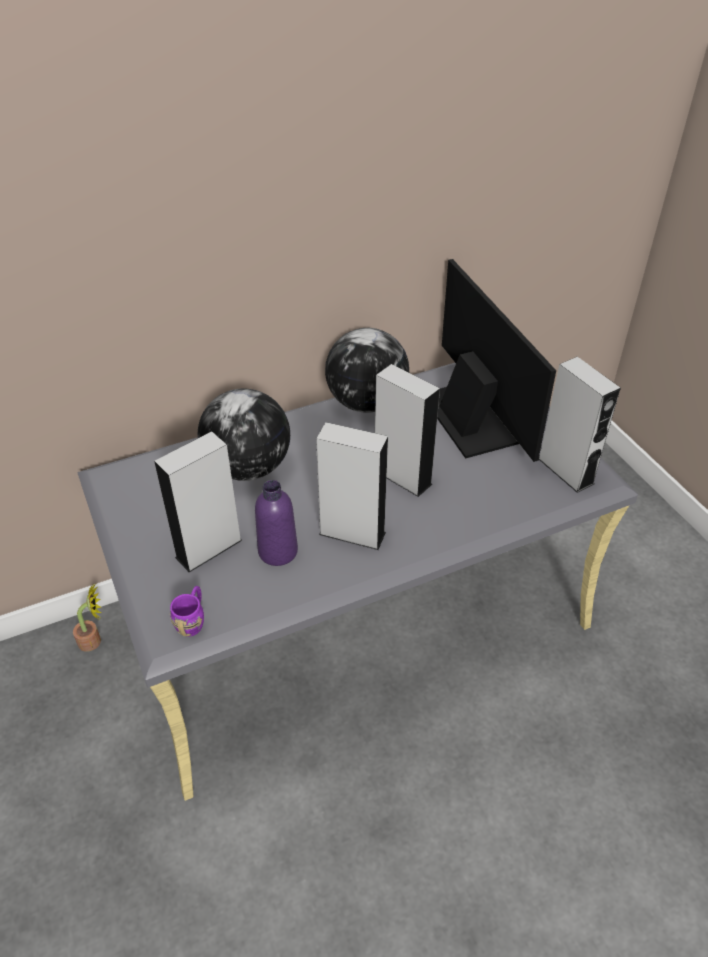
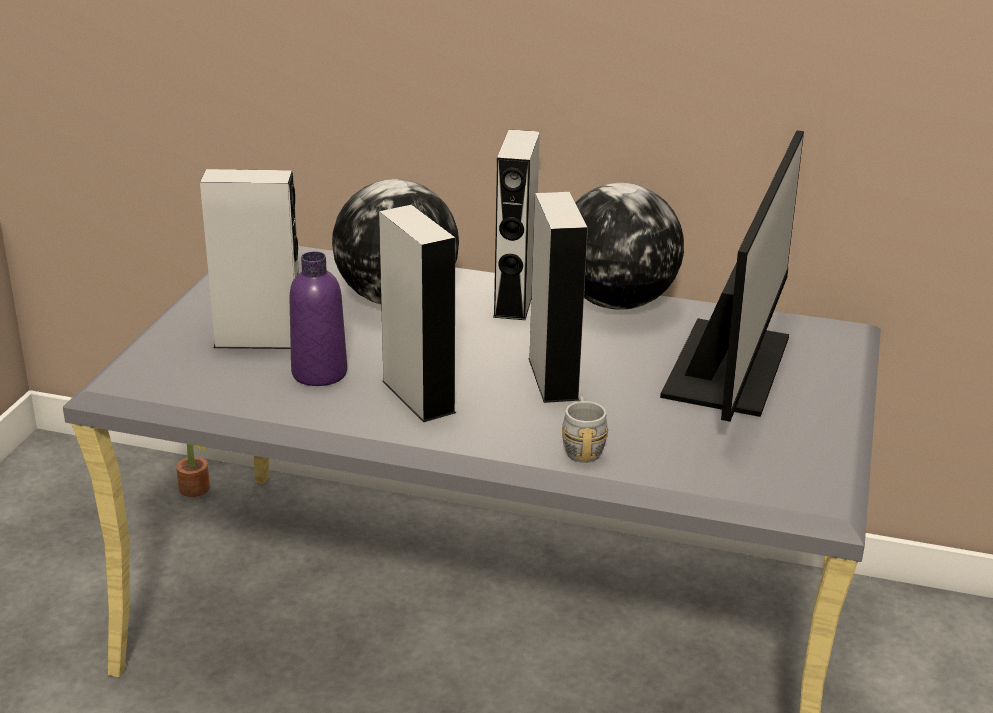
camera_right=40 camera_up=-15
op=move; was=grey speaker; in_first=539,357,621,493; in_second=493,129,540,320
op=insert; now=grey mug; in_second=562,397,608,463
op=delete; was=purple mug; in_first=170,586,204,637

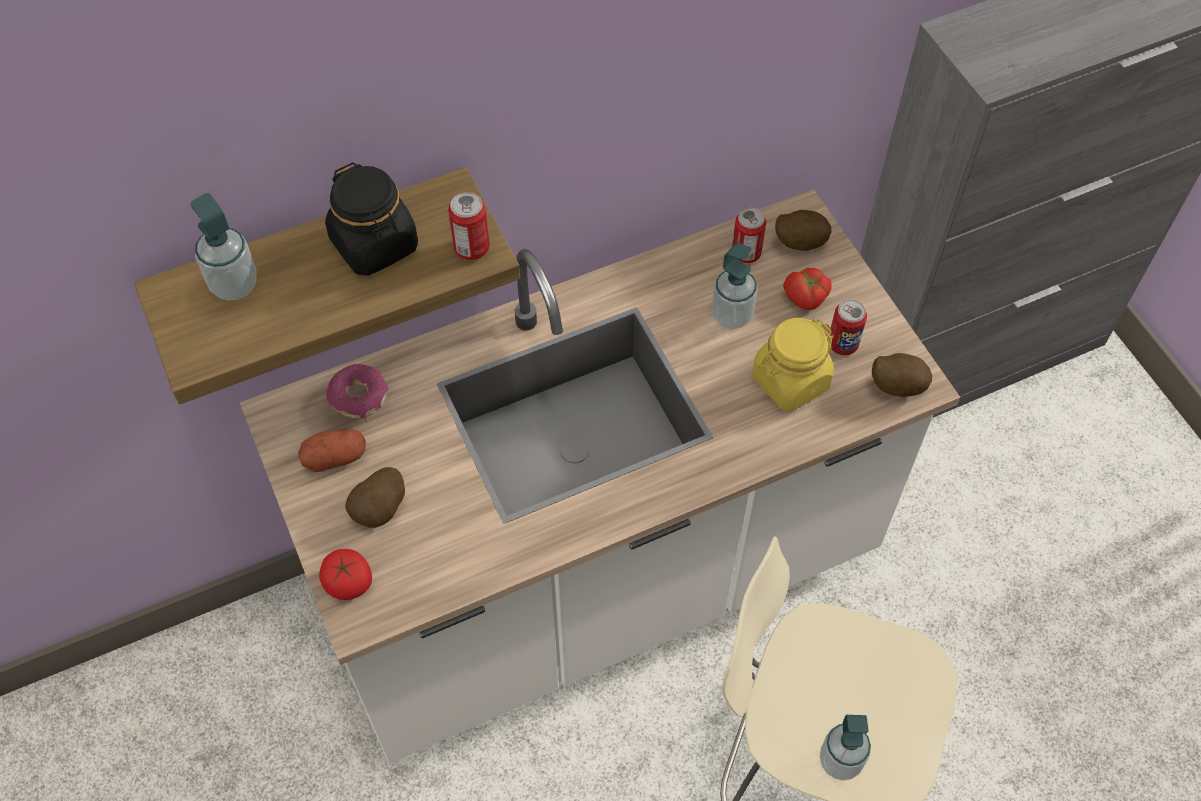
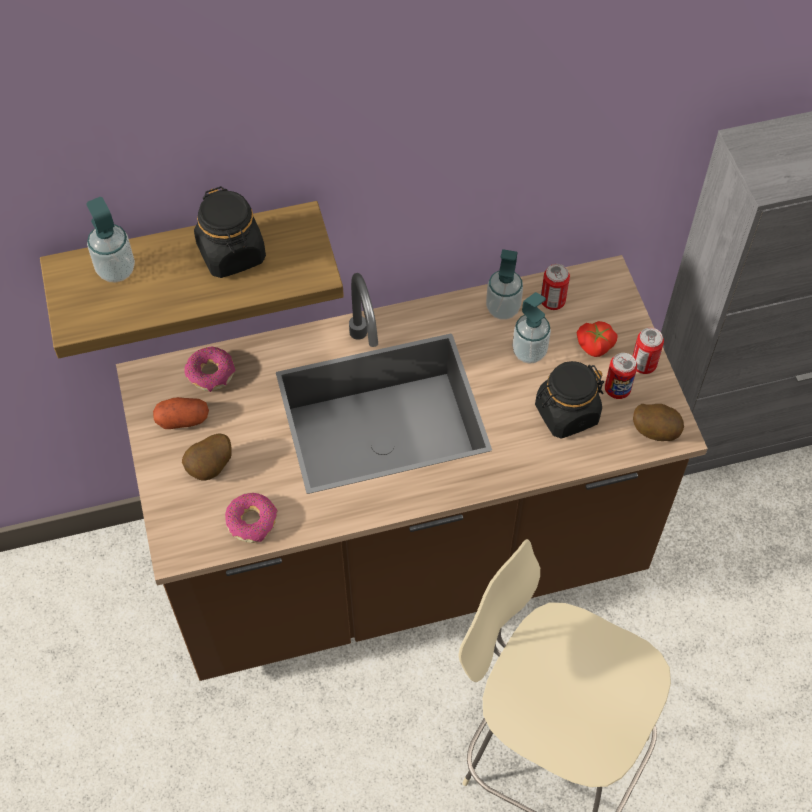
camera_right=10 camera_up=0
op=recolor; was=white counter; now=brown counter; in_first=240,189,960,764; in_second=116,255,708,681
op=insert; now=donut; in_second=225,493,278,543
op=move; was=soap dispenser; in_first=820,715,871,781; in_second=486,249,523,320
op=recolor; was=yellow jar; now=black jar; in_first=752,318,834,411; in_second=535,361,604,438
op=move; was=can; in_first=448,192,490,260; in_second=633,328,664,374
op=delete; was=tomato; in_first=319,549,372,600
op=delete; was=potato; in_first=775,210,831,251

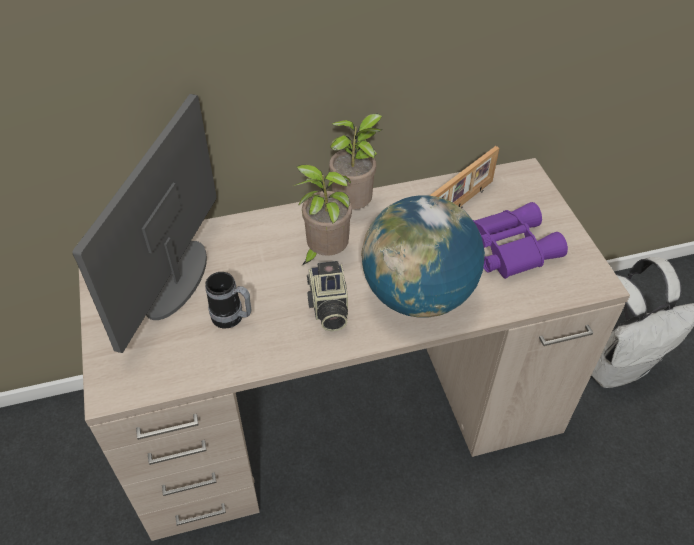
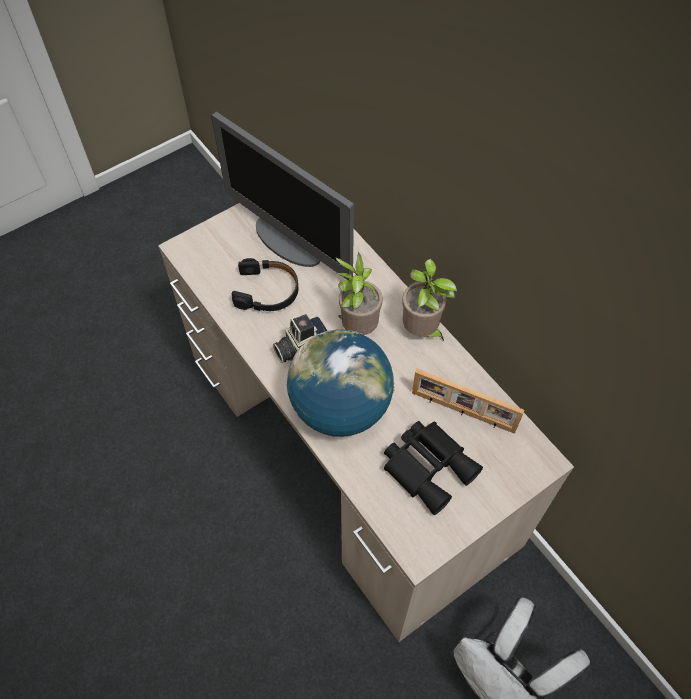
camera_right=70 camera_up=10
op=rotate; was=monitor; in_first=73,94,217,353; in_second=211,112,354,280; clockwise=-135
op=replace; was=mug; now=black headphones; in_first=205,272,252,329; in_second=232,258,298,311
op=recolor; was=purple binoculars; now=black binoculars; in_first=473,202,568,279; in_second=384,421,483,515

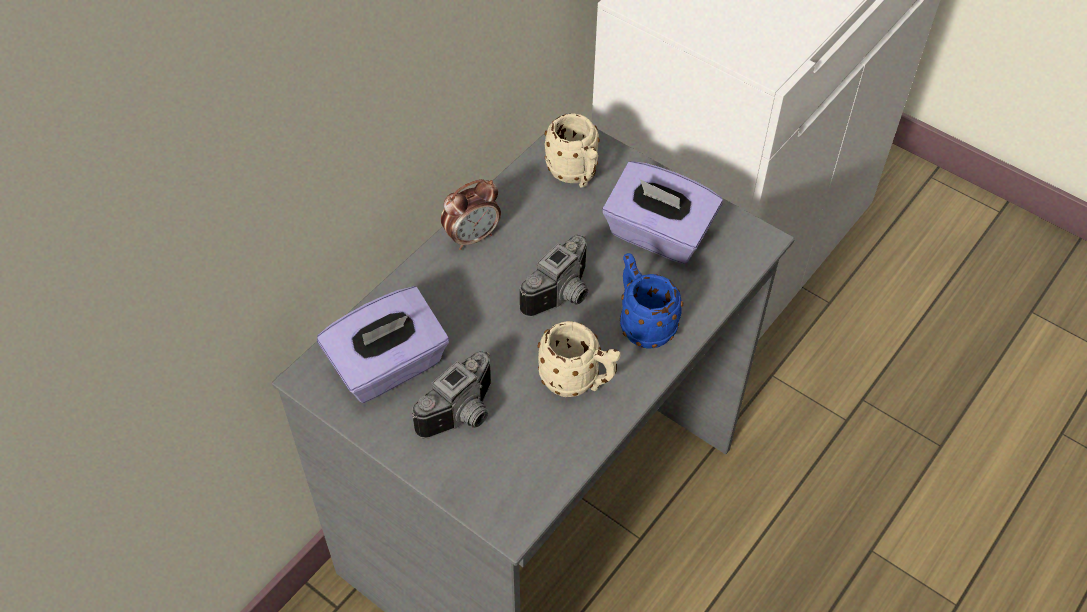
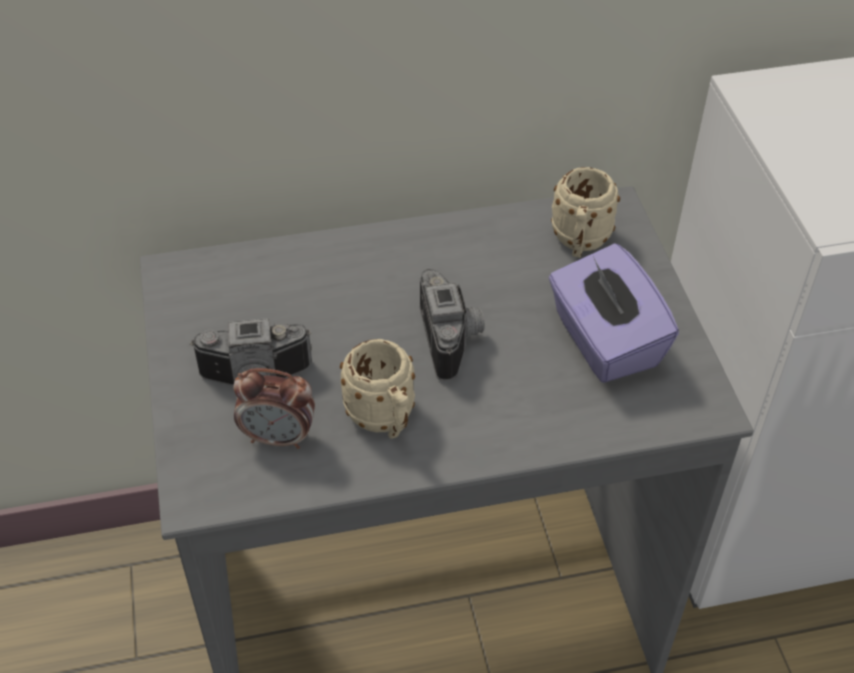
camera_right=40 camera_up=-5
op=move; was=alarm clock; in_first=441,179,501,250; in_second=233,368,315,449
op=rotate; was=photo camera; in_first=520,235,588,317; in_second=419,269,485,381; clockwise=-90
op=delete; was=purple tissue box; in_first=317,286,449,403
op=delete; was=blue mug; in_first=620,253,683,349

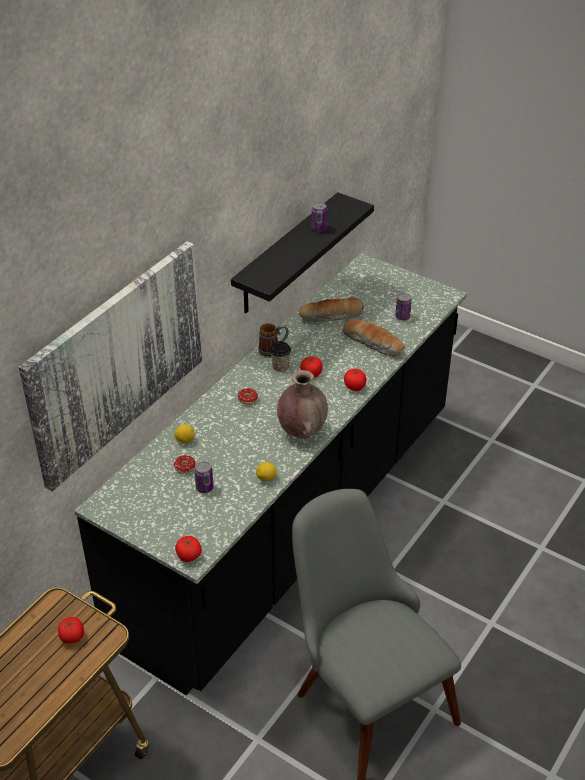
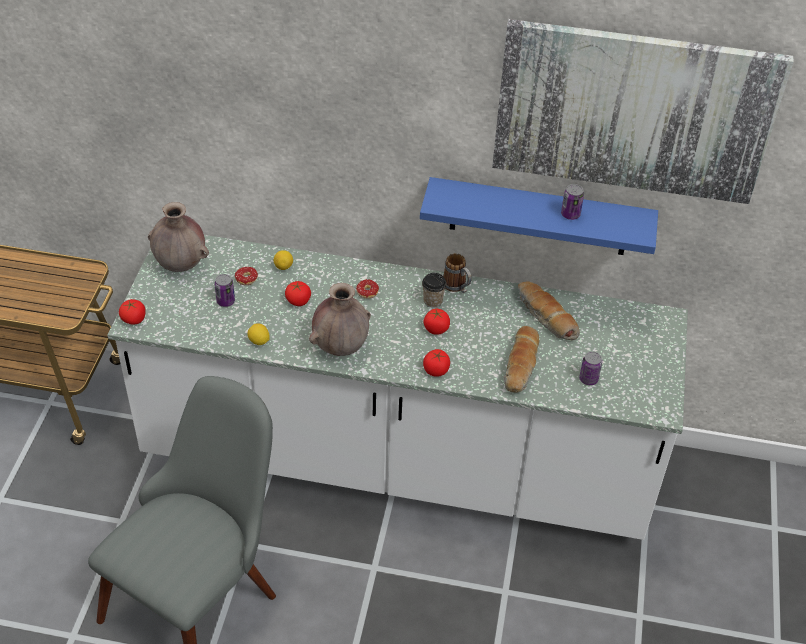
camera_right=65 camera_up=5
op=recolor; was=black counter; now=white counter; in_first=74,253,467,695; in_second=107,235,688,540
op=insert; now=brown vase; in_second=148,202,209,272
op=move; was=tomato; in_first=58,617,84,644; in_second=285,281,311,306
op=recolor; was=black shelf; now=blue shelf; in_first=231,192,374,313; in_second=420,177,658,255
op=move; was=picture; in_first=19,241,202,492; in_second=492,19,794,204

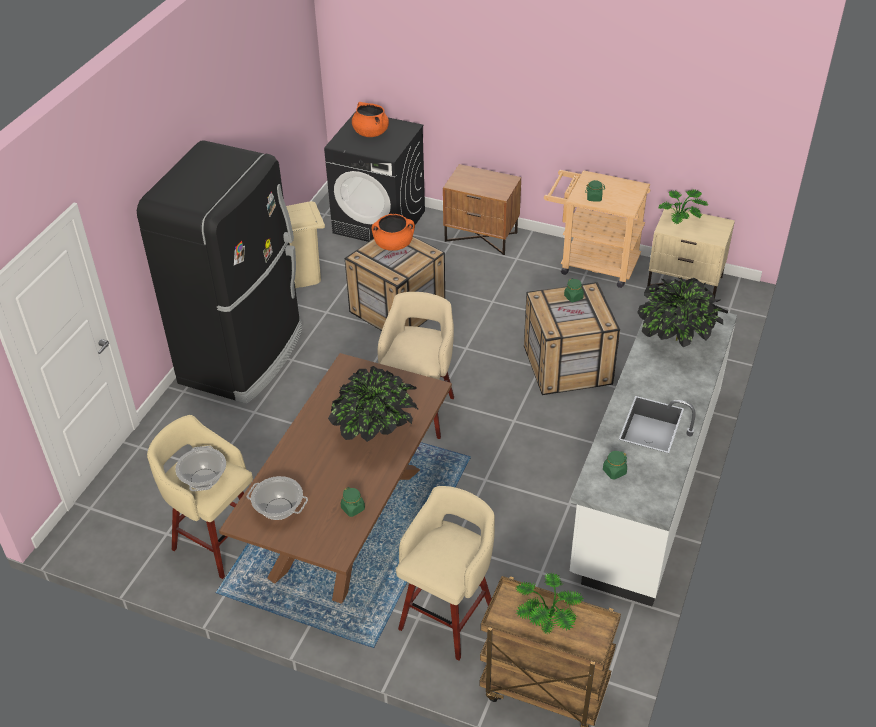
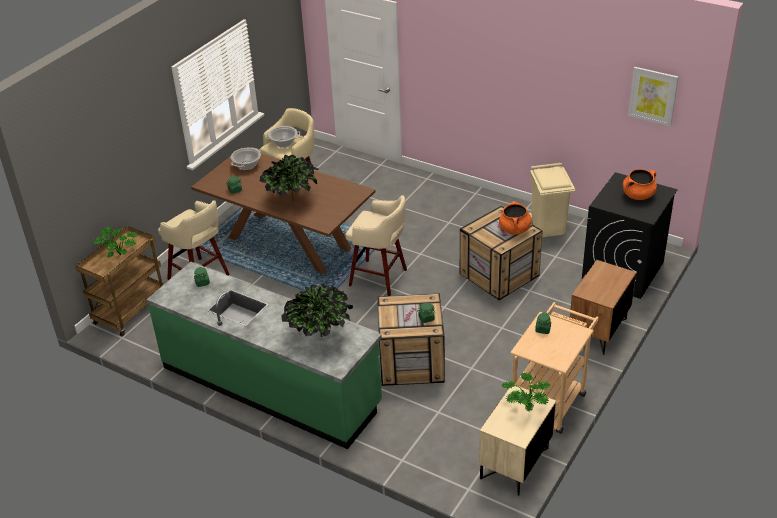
camera_right=100 camera_up=-5
op=recolor; was=white counter; now=green counter; in_first=570,311,737,606; in_second=146,262,382,449
op=insert; now=picture; in_second=628,67,679,126
op=delete; was=black fridge; in_first=137,141,302,404

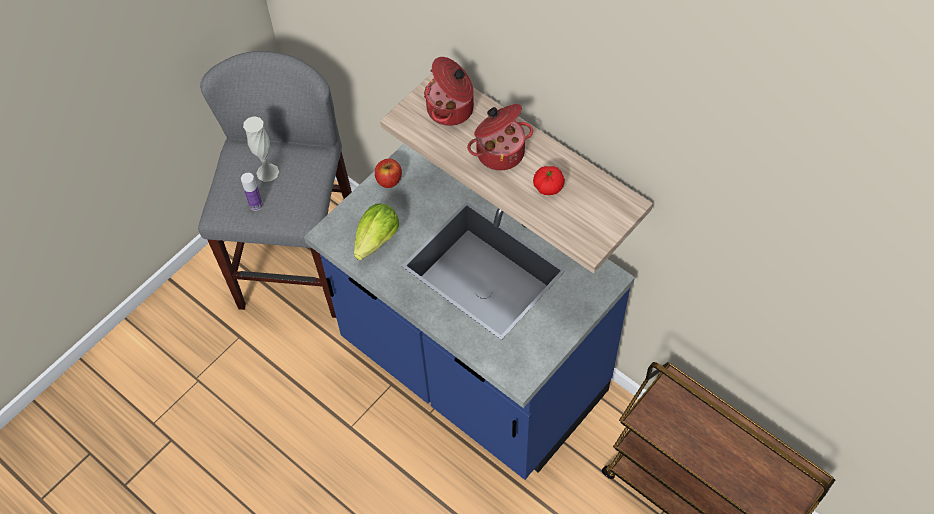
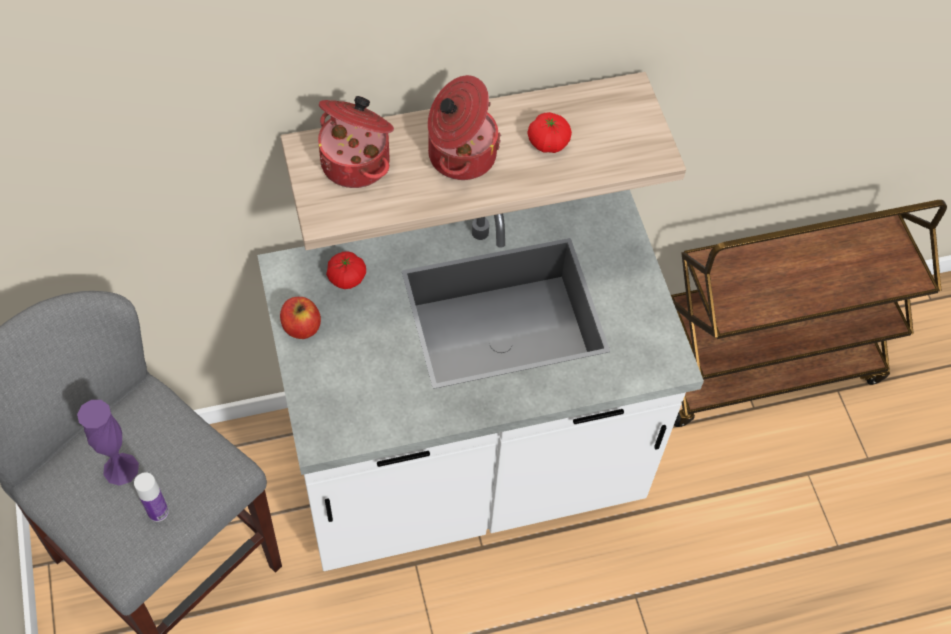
camera_right=-60 camera_up=0
op=recolor; was=white vase; now=purple vase; in_first=243,116,279,182; in_second=77,400,139,486
op=recolor; was=blue counter; now=white counter; in_first=304,144,635,480; in_second=257,190,704,571
op=insert; now=tomato; in_second=326,251,366,289
op=delete; was=lettuce; in_first=354,203,399,260

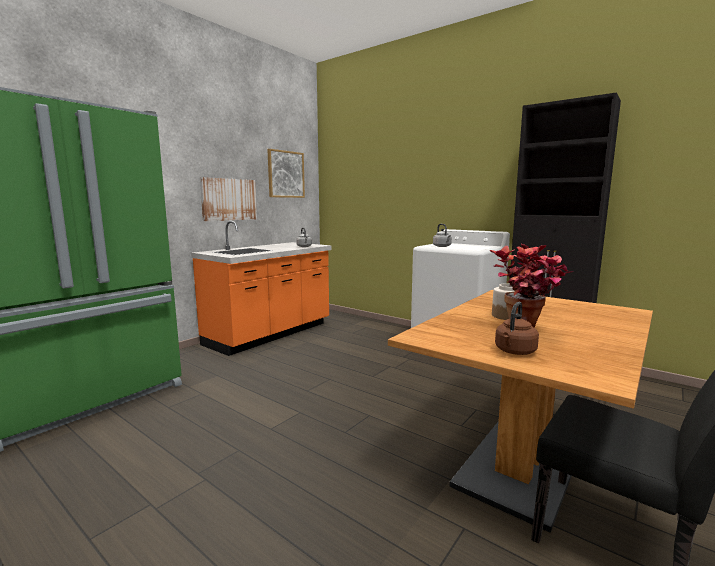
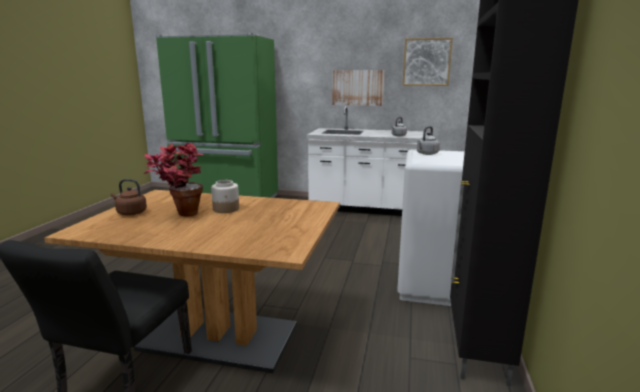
camera_right=65 camera_up=5
op=recolor; was=orange counter; now=white counter; in_first=191,221,332,356; in_second=307,106,426,216

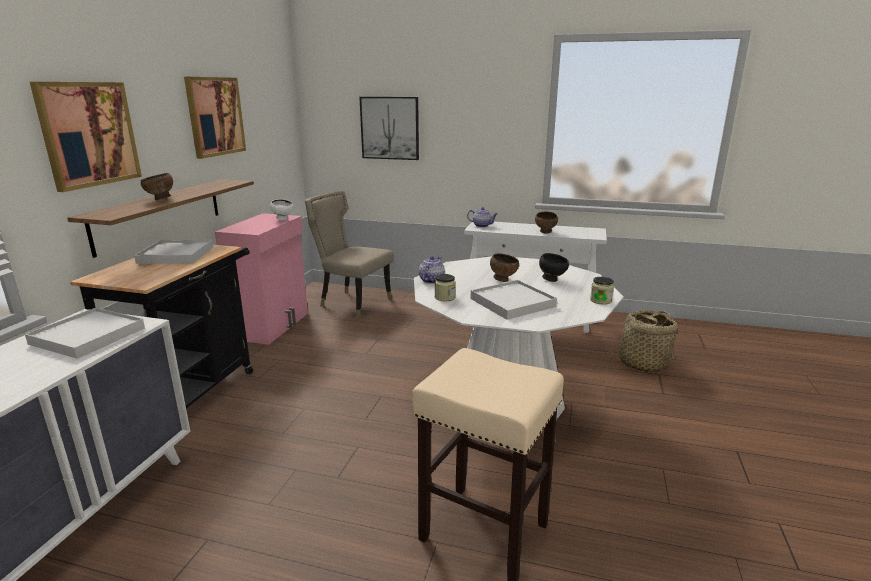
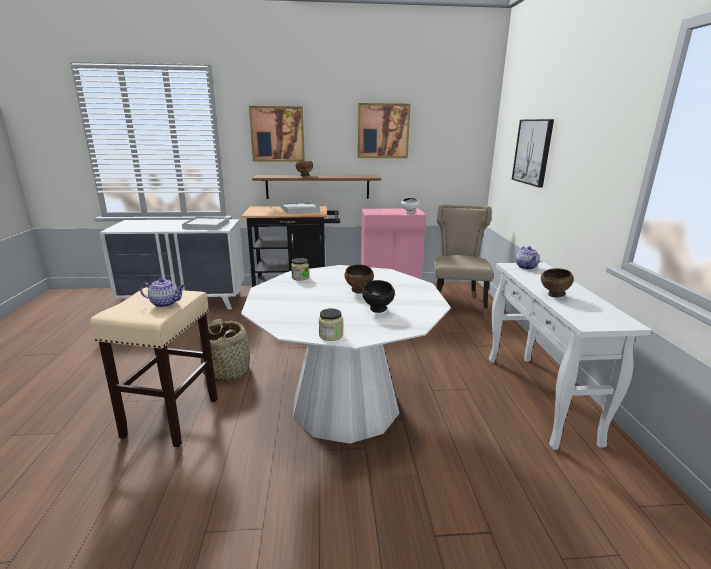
camera_right=70 camera_up=0
op=move; was=teapot; in_first=419,256,445,284; in_second=140,278,185,307
op=move; was=basket; in_first=609,310,678,372; in_second=199,319,250,382
op=delete; was=white tray; in_first=470,280,557,320

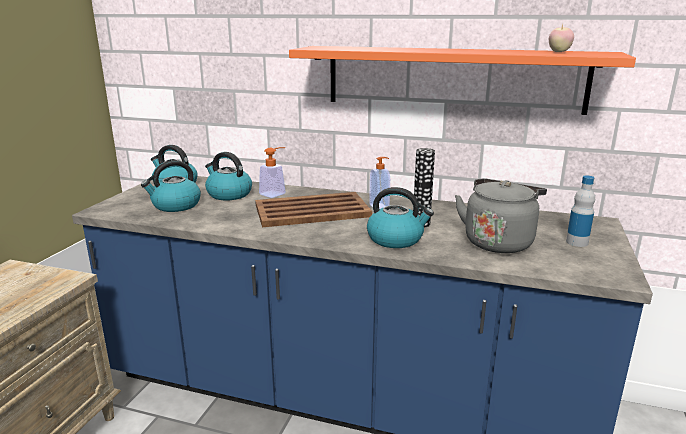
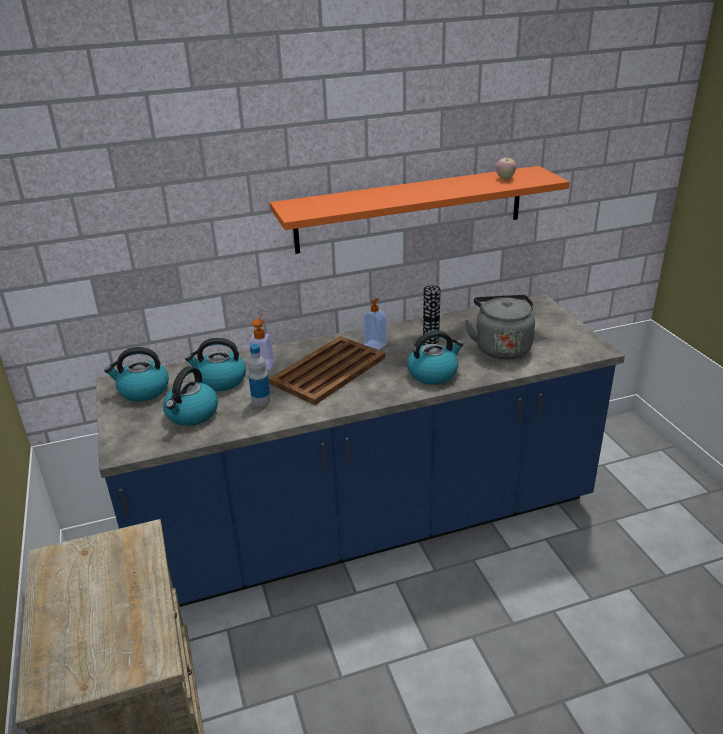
camera_right=-35 camera_up=10
op=move; was=bottle; in_first=566,175,595,247; in_second=248,344,271,406

